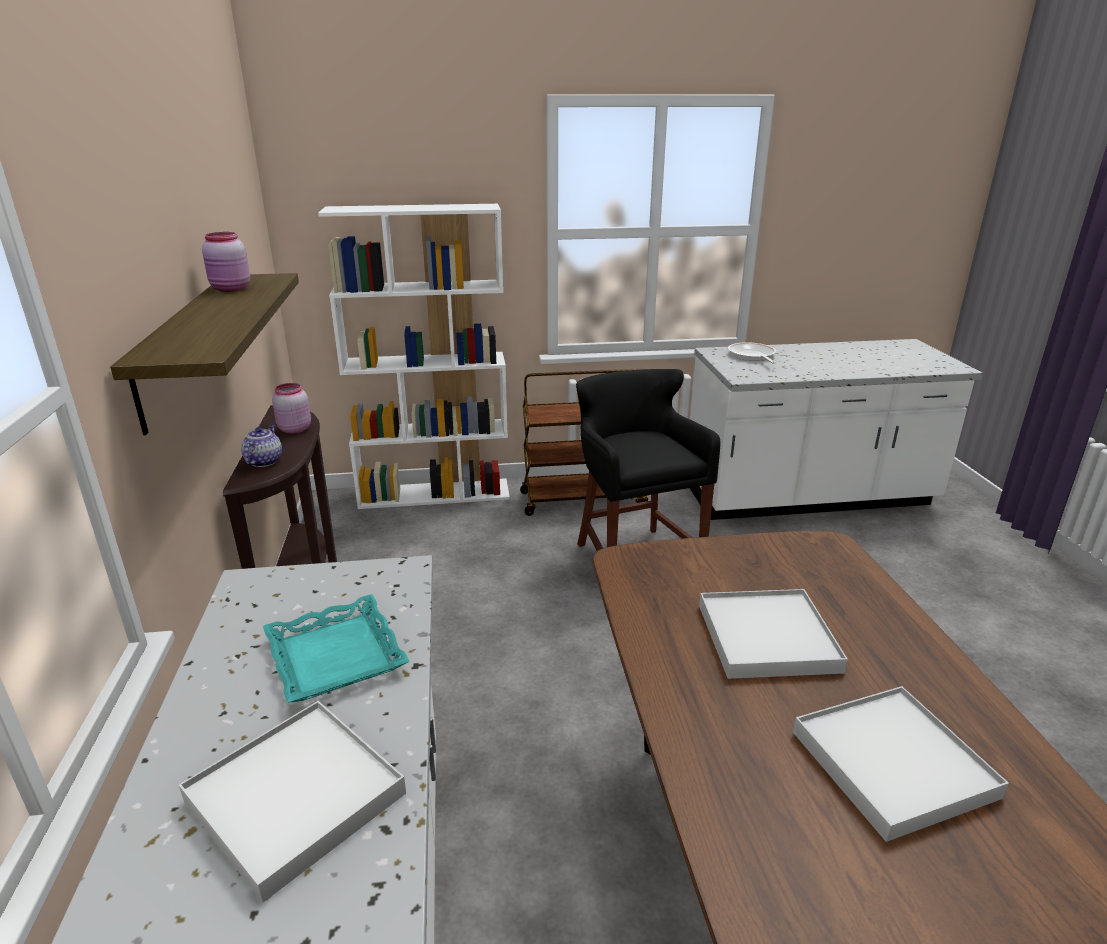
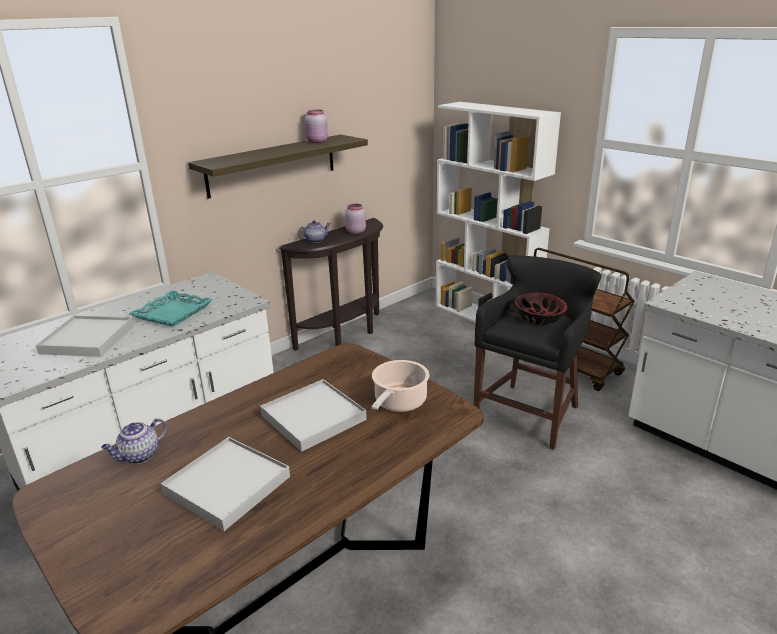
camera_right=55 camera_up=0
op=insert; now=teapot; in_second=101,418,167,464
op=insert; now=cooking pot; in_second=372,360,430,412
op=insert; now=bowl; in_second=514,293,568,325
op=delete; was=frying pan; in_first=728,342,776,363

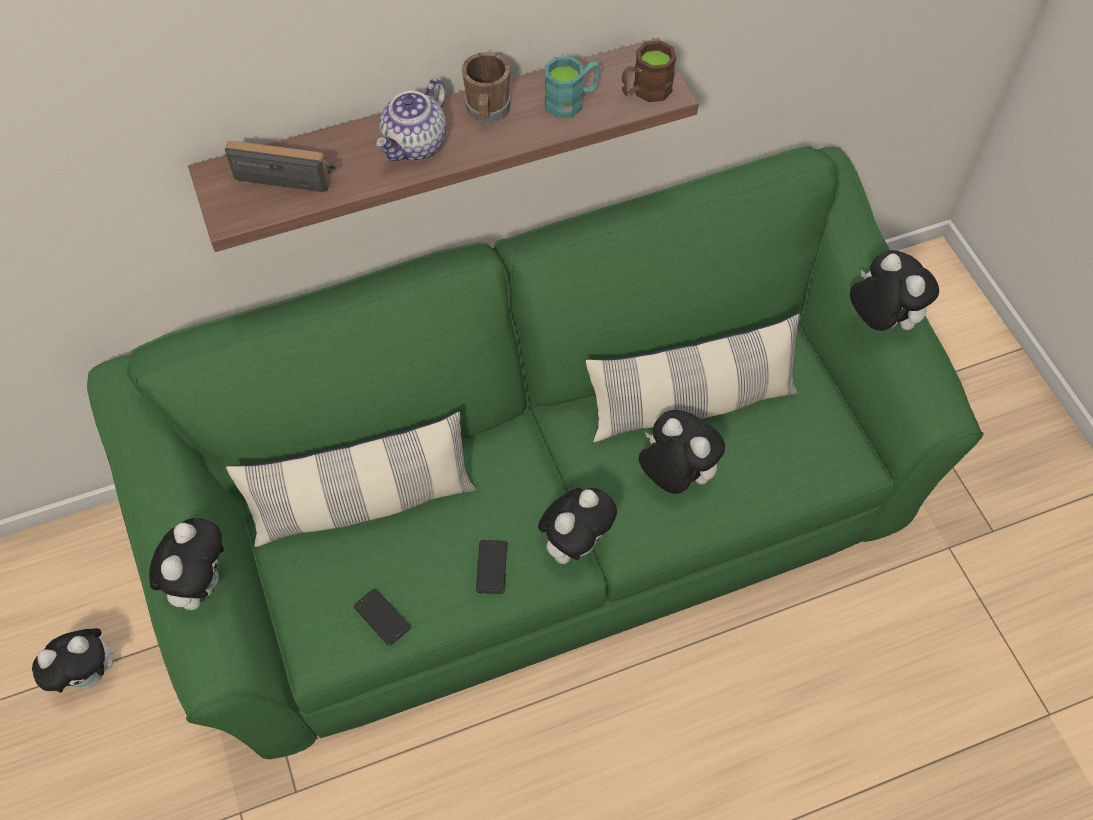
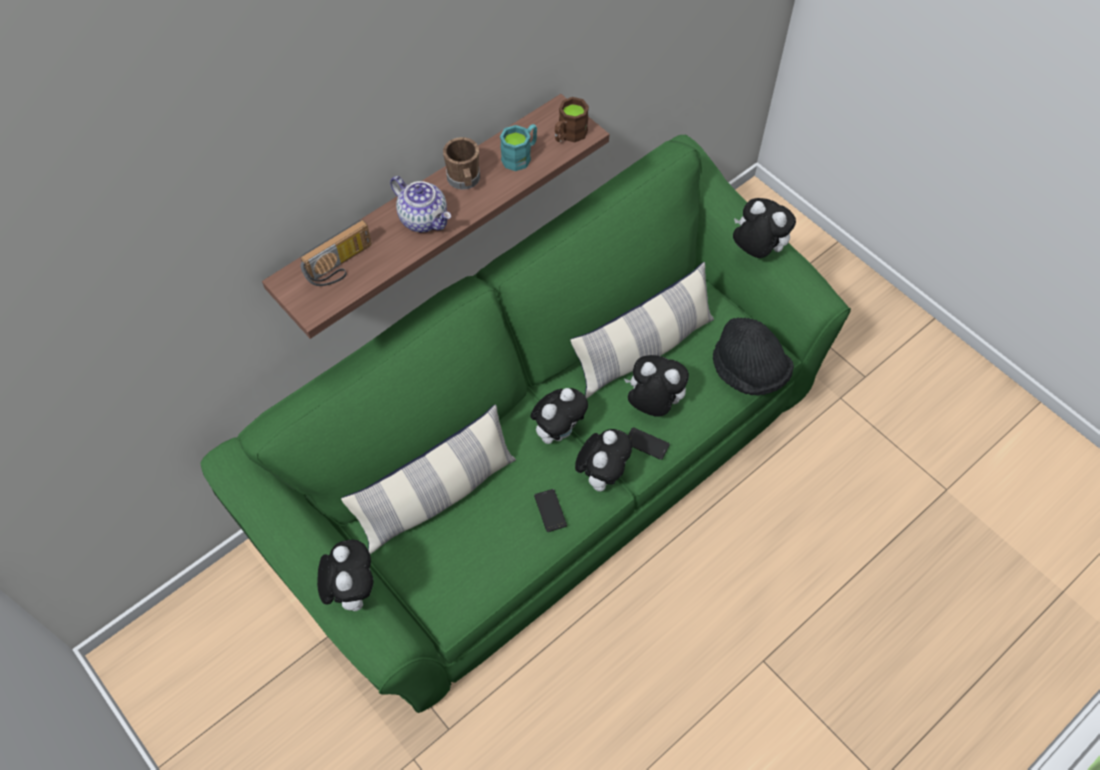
camera_right=-20 camera_up=0
op=rotate; was=radio; in_first=225,141,336,192; in_second=301,220,372,286; clockwise=150
op=rotate; was=teapot; in_first=376,78,446,161; in_second=390,176,451,232; clockwise=-60
op=move; was=plush toy; in_first=32,628,122,693; in_second=531,388,588,444
op=move; was=phone; in_first=354,589,410,646; in_second=628,427,670,460
op=insert; now=black hat; in_second=712,318,794,395

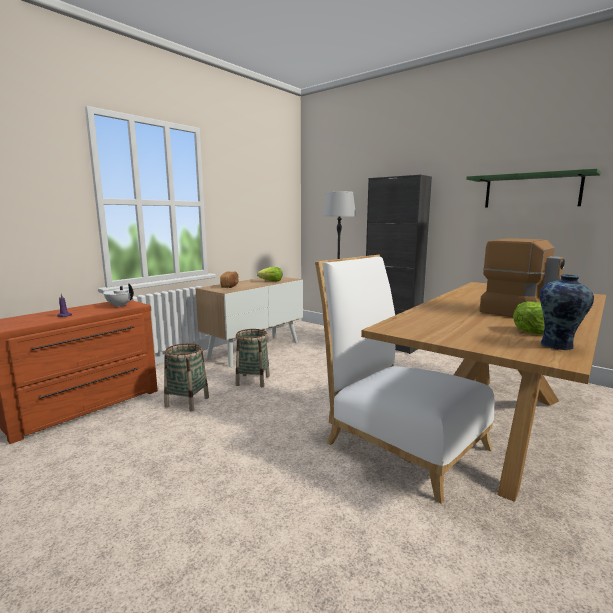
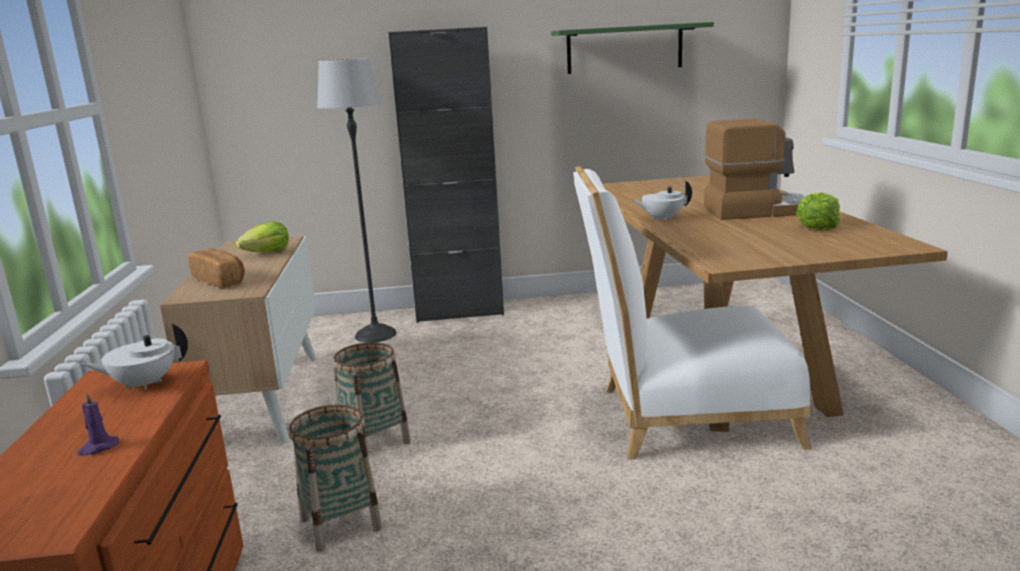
camera_right=-45 camera_up=5
op=insert; now=white teapot; in_second=631,181,692,221
op=delete; was=vase; in_first=540,274,594,350

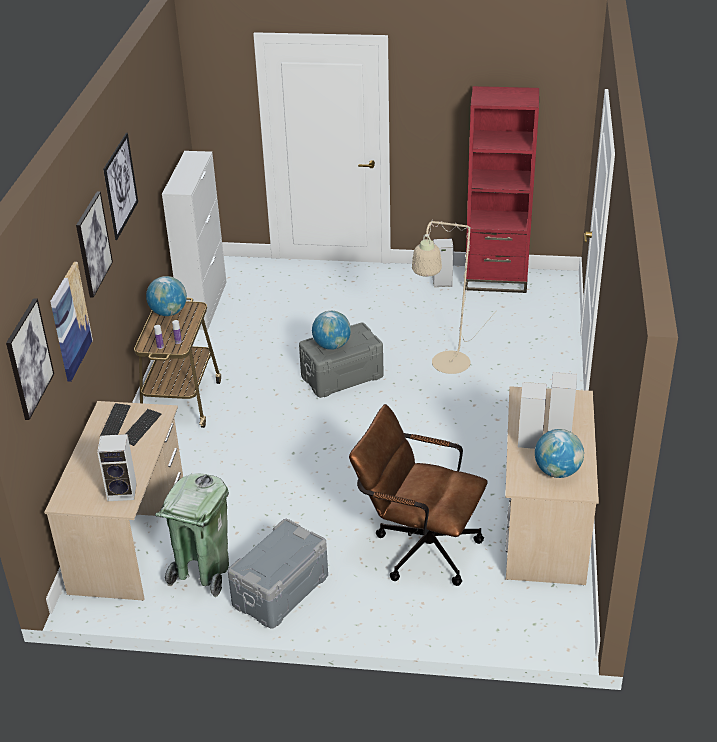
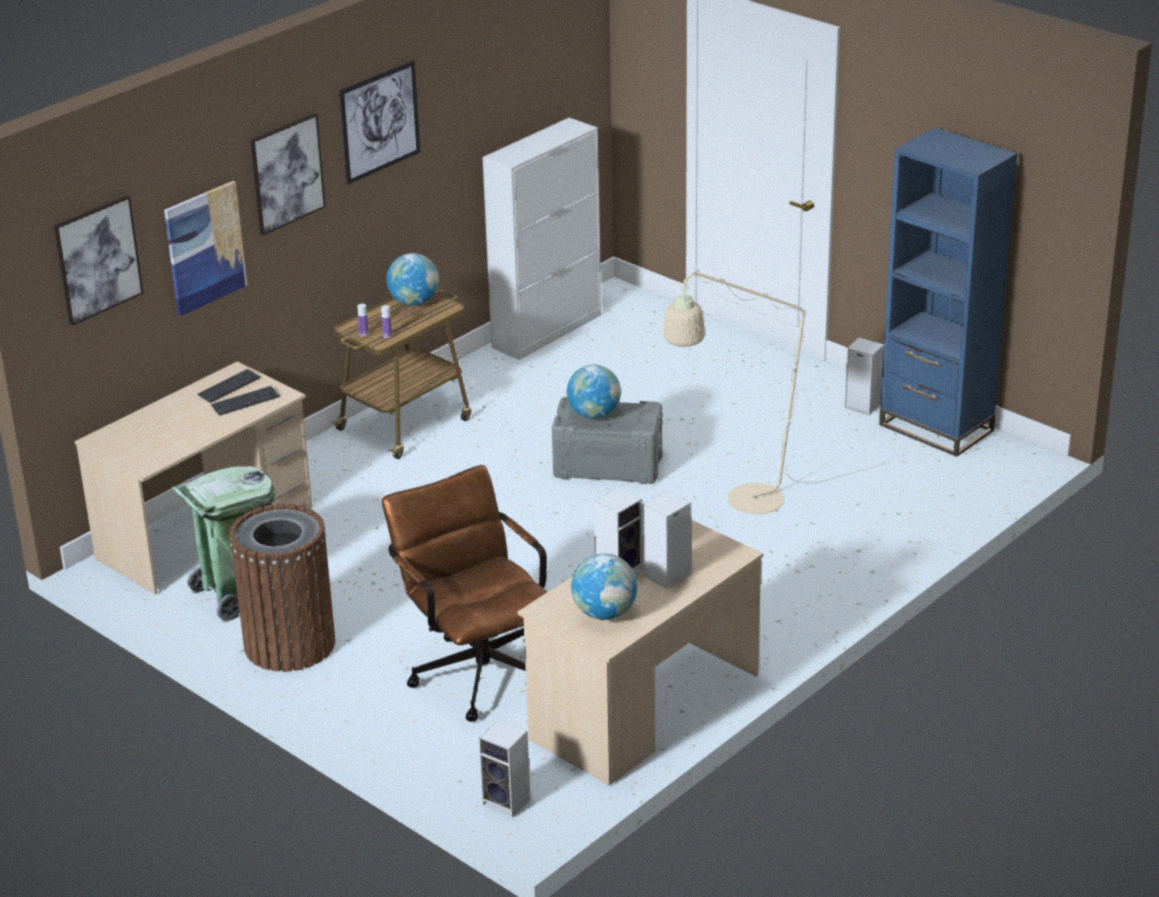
camera_right=35 camera_up=-5
op=replace; was=grey storage box; now=brown trash can; in_first=228,519,328,629; in_second=230,503,335,672
op=move; was=speaker; in_first=97,434,137,502; in_second=478,719,530,818
op=recolor; was=red bookcase; now=blue bookcase; in_first=465,86,539,293; in_second=879,128,1018,457

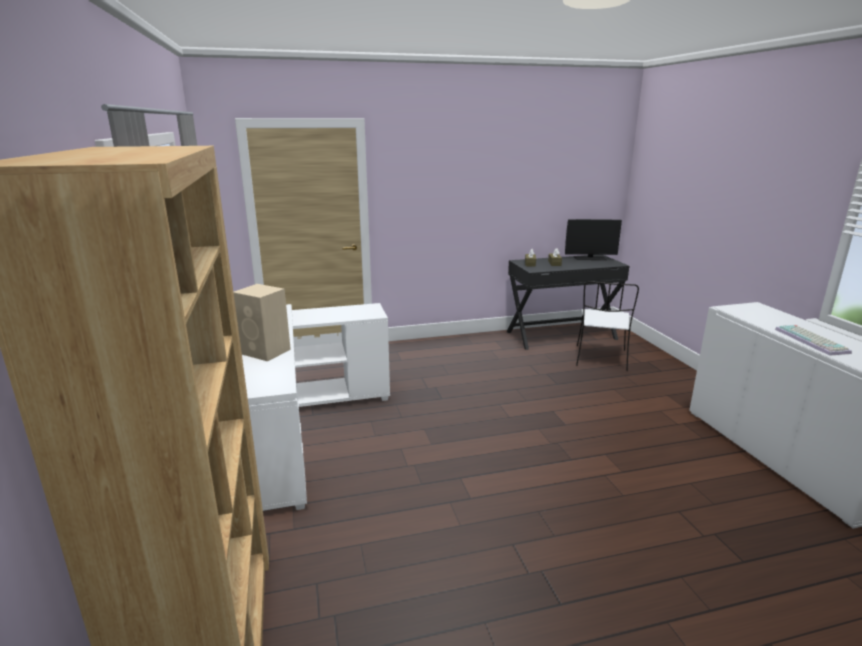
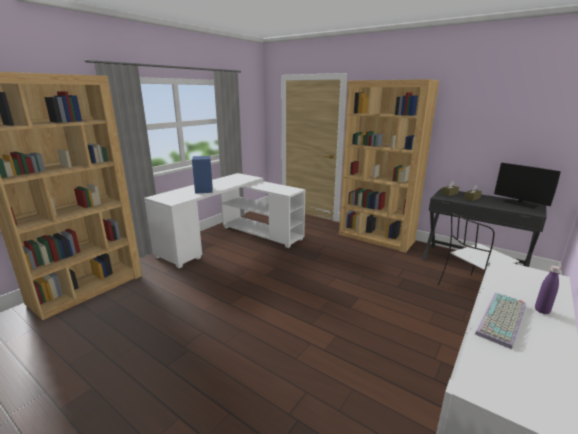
camera_right=50 camera_up=0
op=recolor; was=beige speaker; now=blue speaker; in_first=233,284,291,361; in_second=192,156,213,194
op=insert; now=brown bookcase; in_second=339,79,439,253
op=insert; now=purple bottle; in_second=535,265,561,314

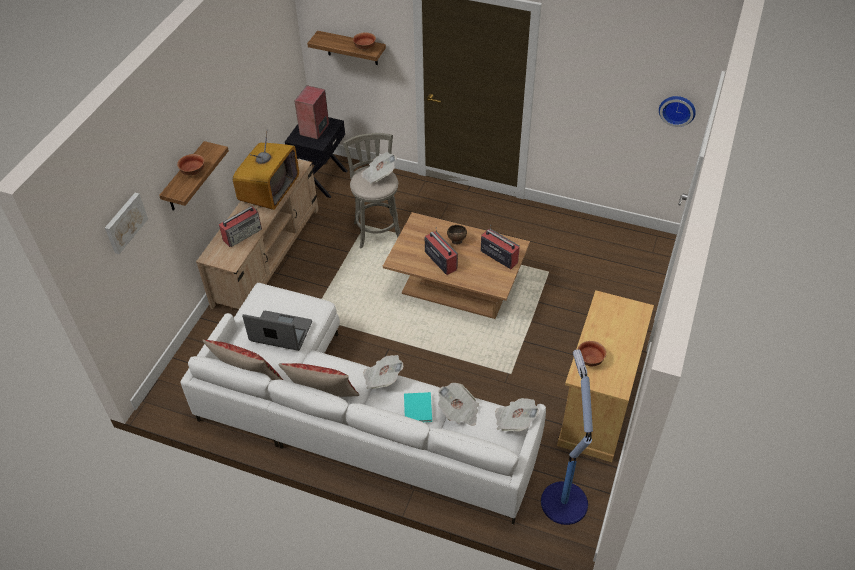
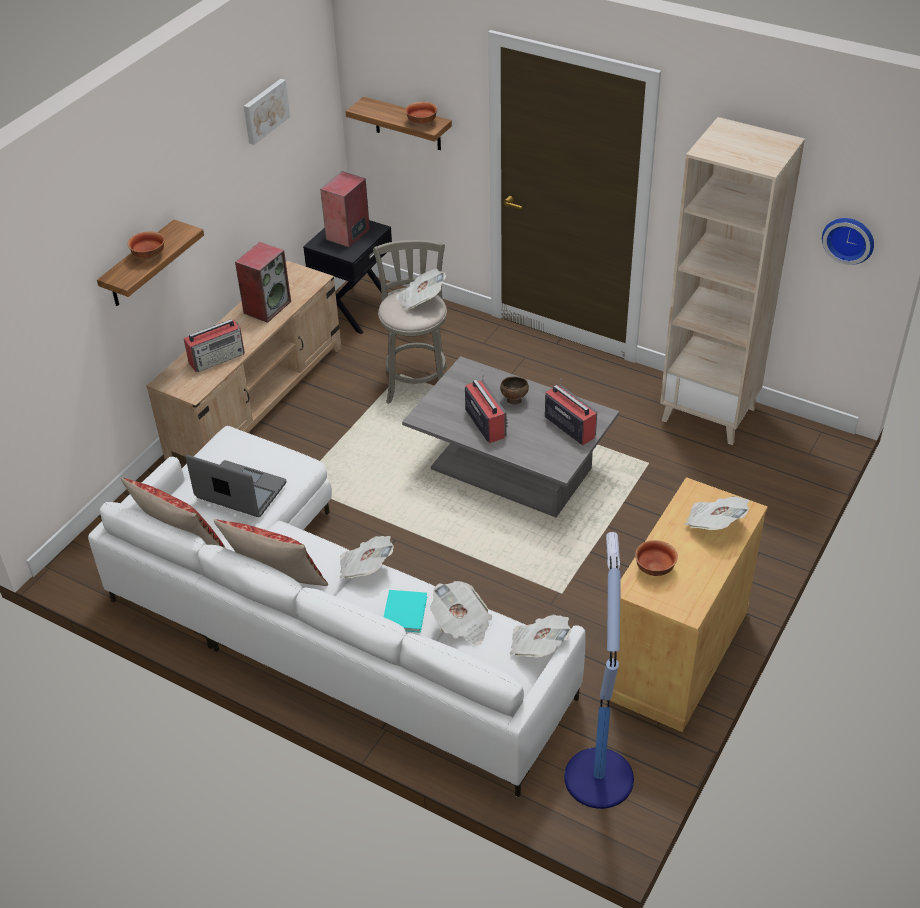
camera_right=10 camera_up=-5
op=replace; was=television; now=speaker; in_first=233,130,299,210; in_second=235,242,291,323
op=move; was=picture; in_first=105,193,148,254; in_second=244,79,290,145
op=recolor; was=brown coffee table; now=grey coffee table; in_first=383,212,530,319; in_second=402,356,619,517
op=insert; now=beige bookcase; in_second=660,117,805,445
op=insert; now=newspaper; in_second=685,496,749,530

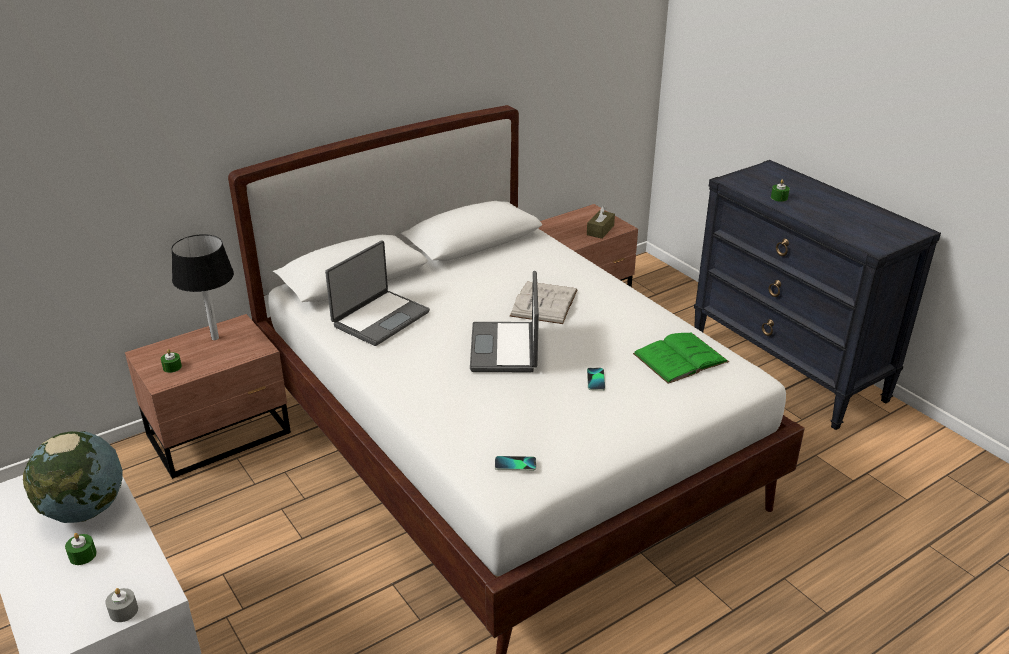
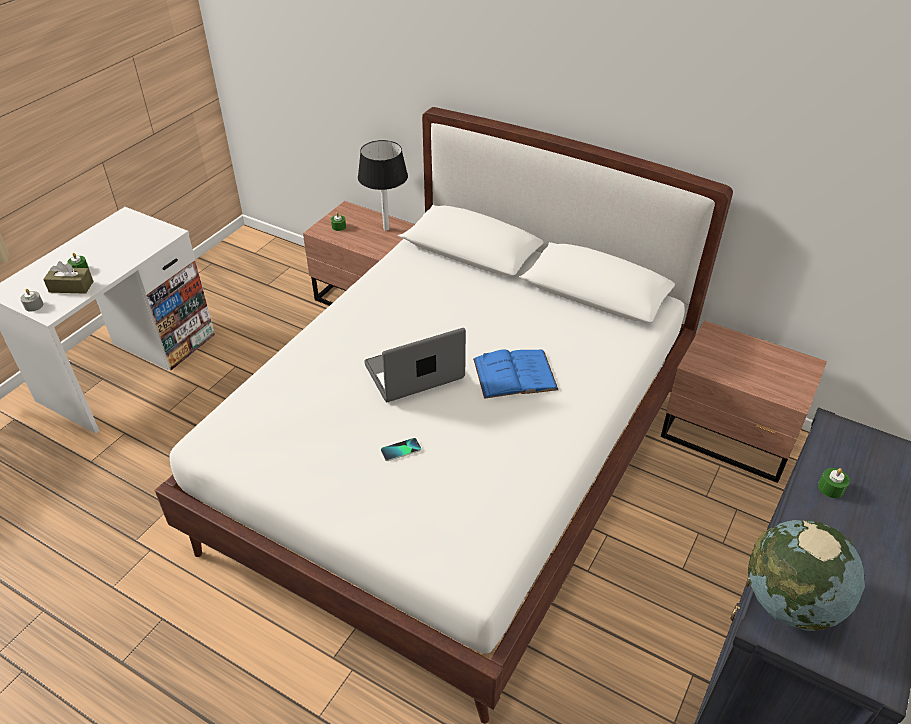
camera_right=65 camera_up=10
op=move; was=brown tissue box; in_first=587,206,615,239; in_second=43,261,93,294
op=recolor; was=white book; now=blue book; in_first=510,281,578,324; in_second=473,349,559,399
op=move; was=globe; in_first=23,431,123,523; in_second=748,520,865,631
op=delete; was=laptop; in_first=325,241,430,346
op=delete; was=phone; in_first=495,456,536,471
op=delete; was=green book; in_first=633,333,729,384

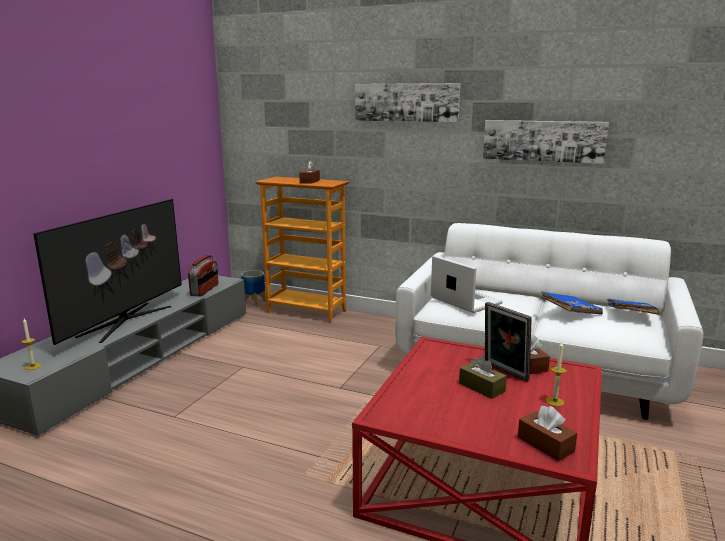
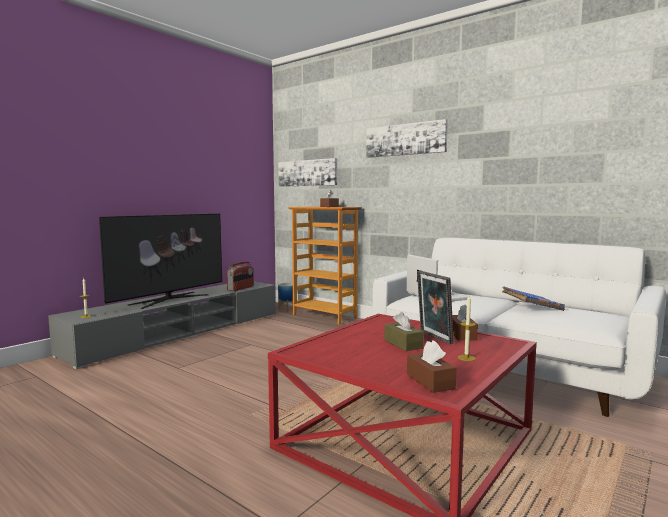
camera_right=15 camera_up=-10
op=move; was=picture; in_first=483,120,609,164; in_second=278,158,337,187
op=delete; was=blue book; in_first=607,299,659,314

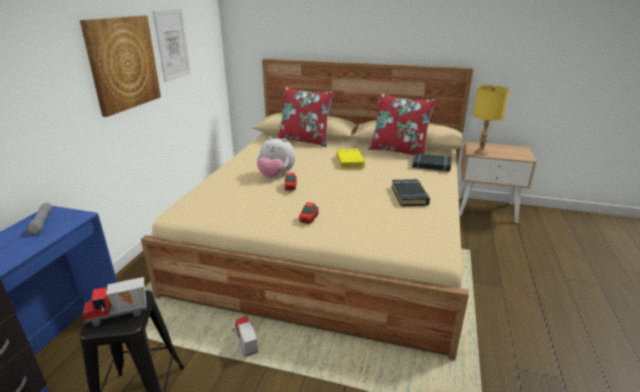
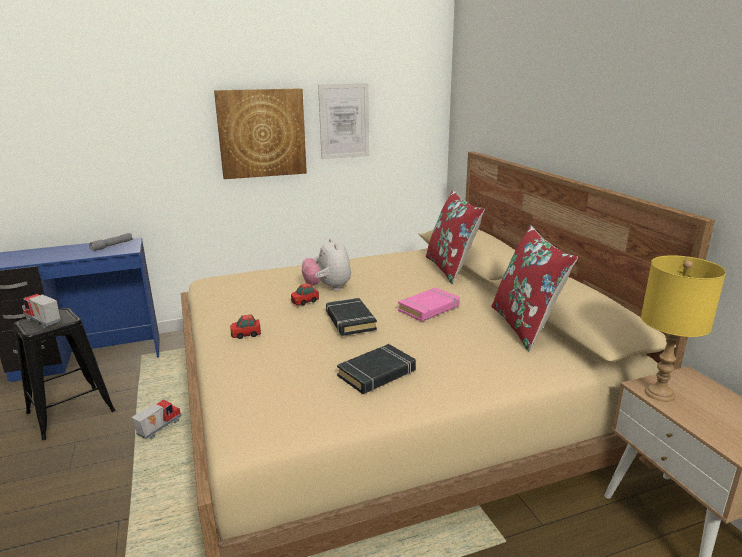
camera_right=55 camera_up=-5
op=move; was=black book; in_first=412,153,451,172; in_second=326,298,377,336
op=recolor; was=yellow book; now=pink book; in_first=336,149,365,169; in_second=398,287,460,322

